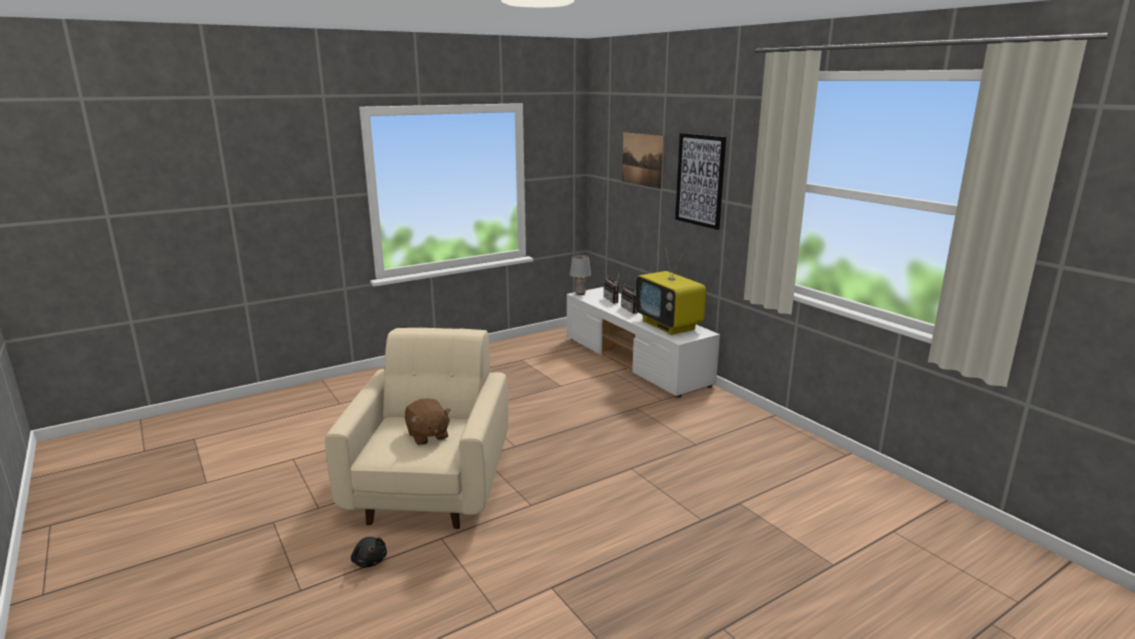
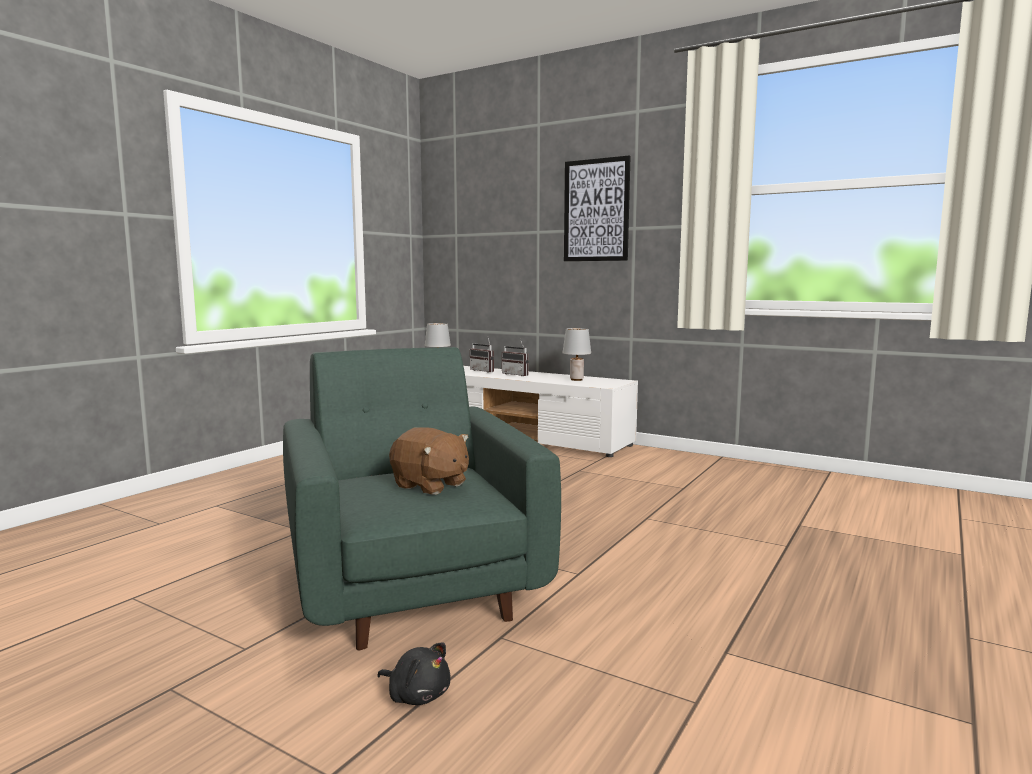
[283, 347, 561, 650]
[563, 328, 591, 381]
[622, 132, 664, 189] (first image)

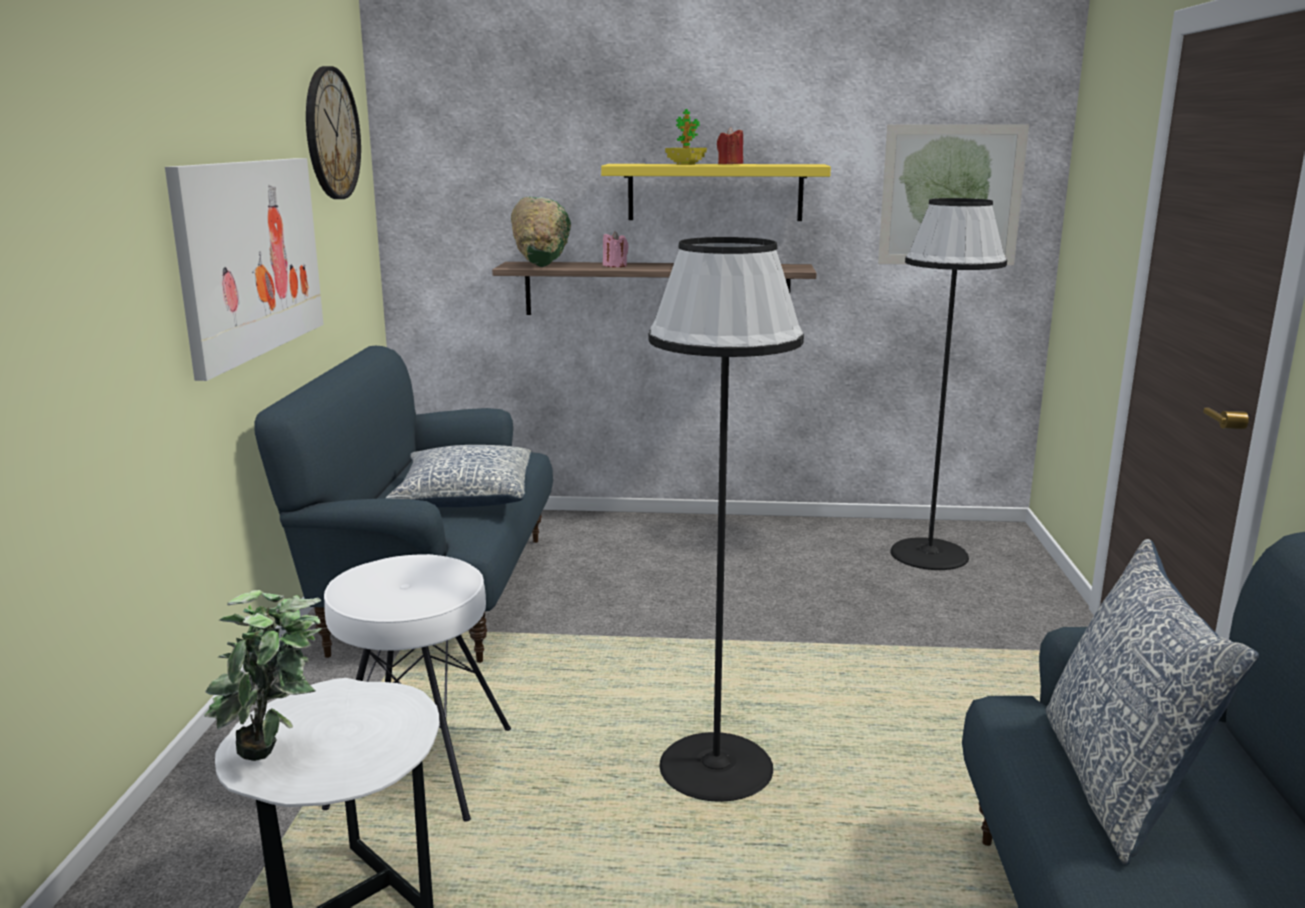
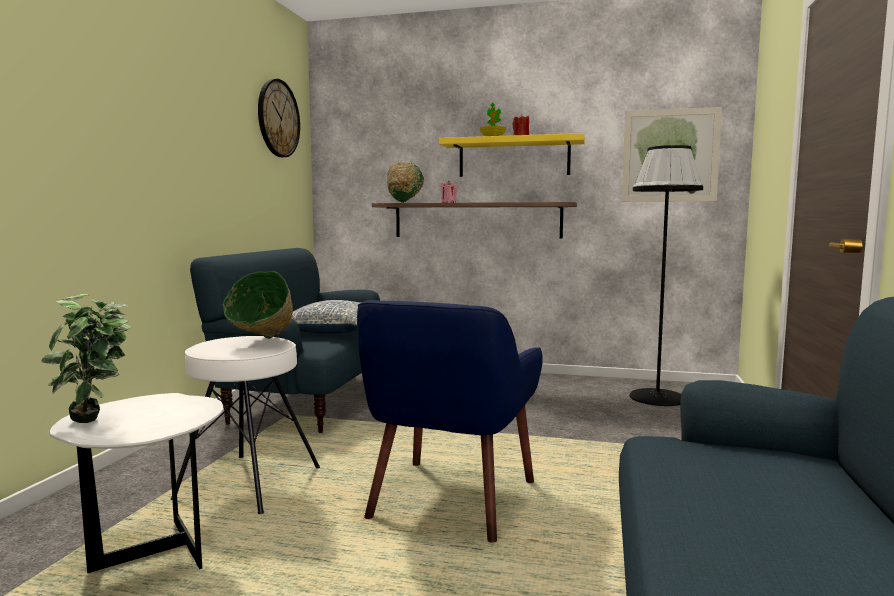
[223, 271, 293, 339]
[357, 300, 543, 543]
[165, 158, 324, 381] (first image)
[1046, 539, 1259, 865] (first image)

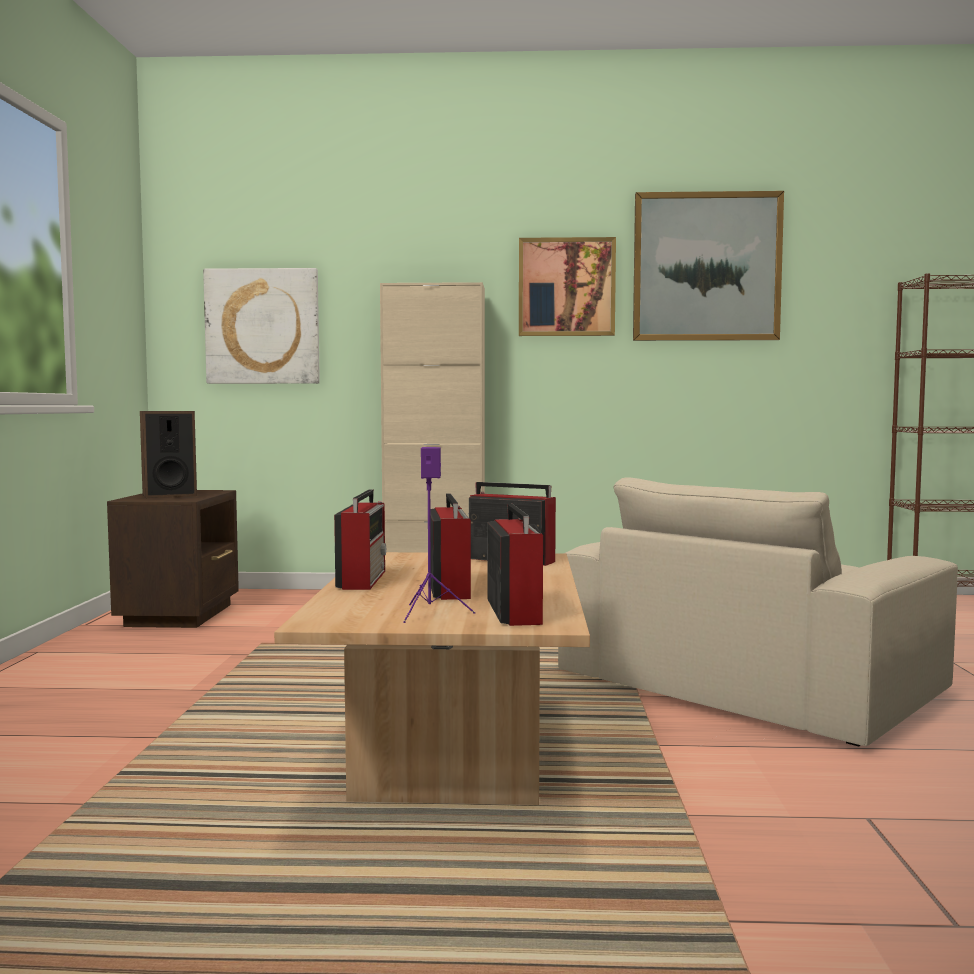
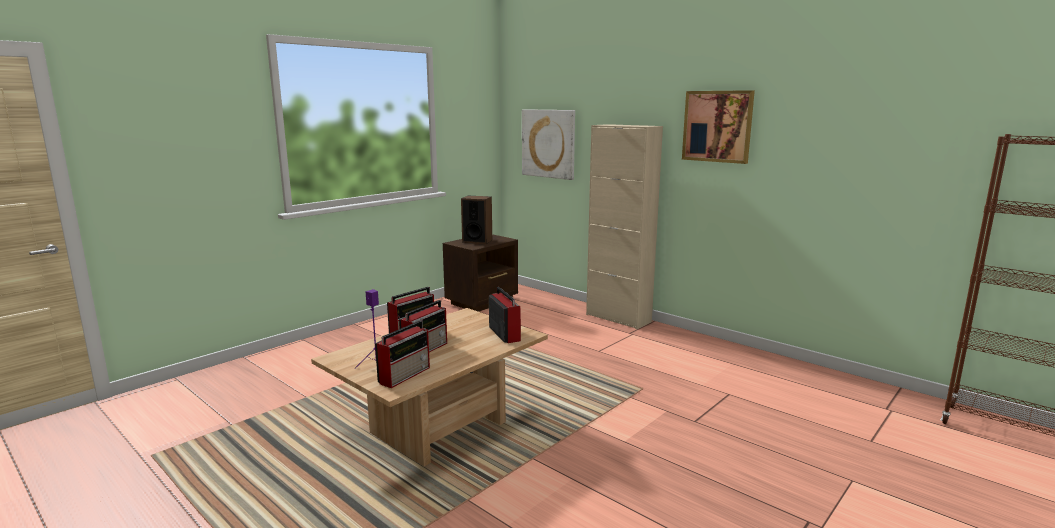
[558, 477, 958, 746] (first image)
[633, 191, 784, 341] (first image)

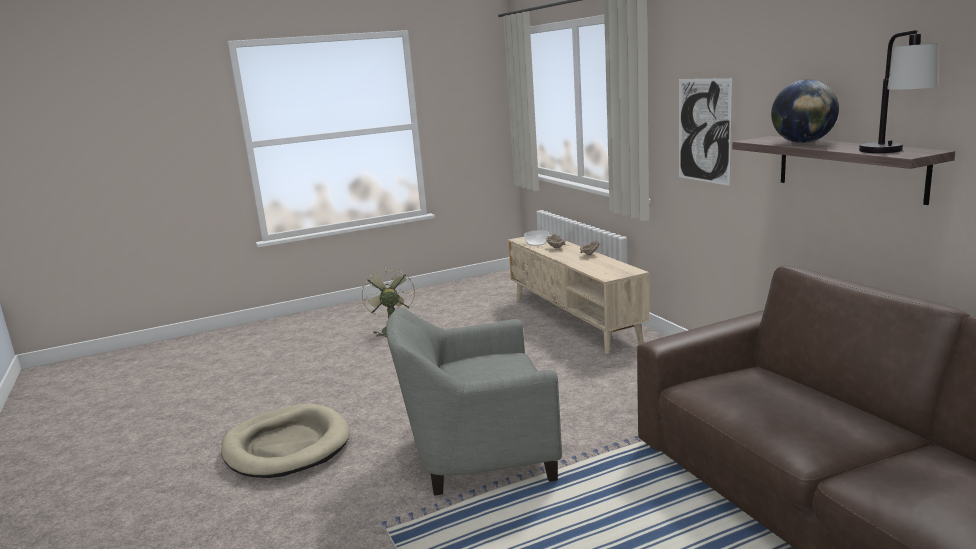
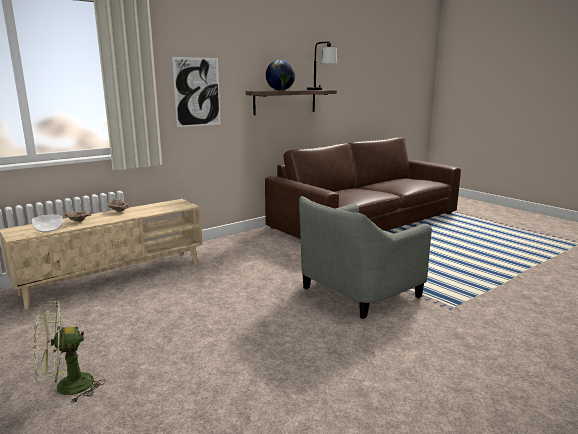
[299, 196, 432, 319]
[221, 404, 350, 478] (first image)

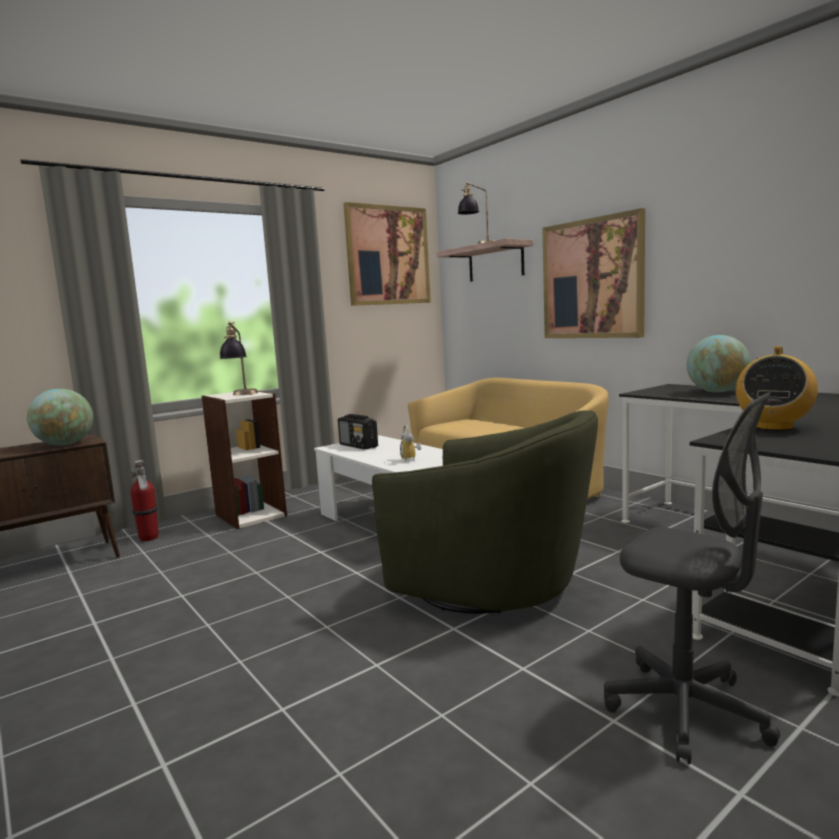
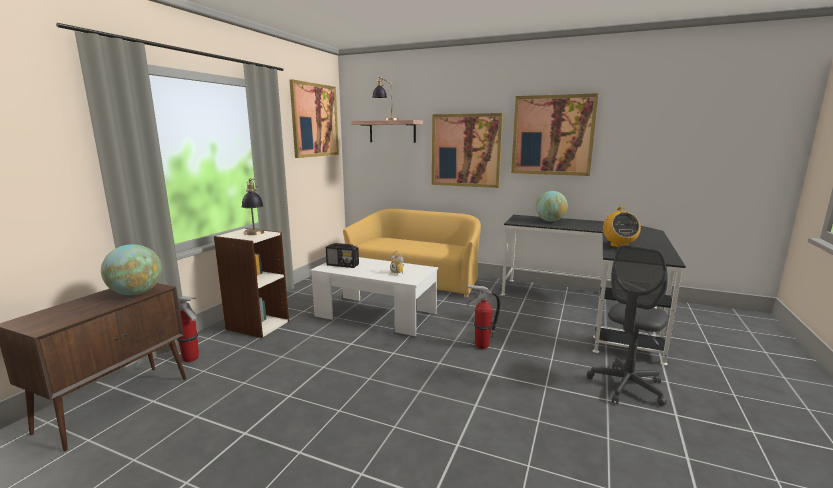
[466, 284, 500, 349]
[511, 93, 598, 176]
[587, 244, 669, 406]

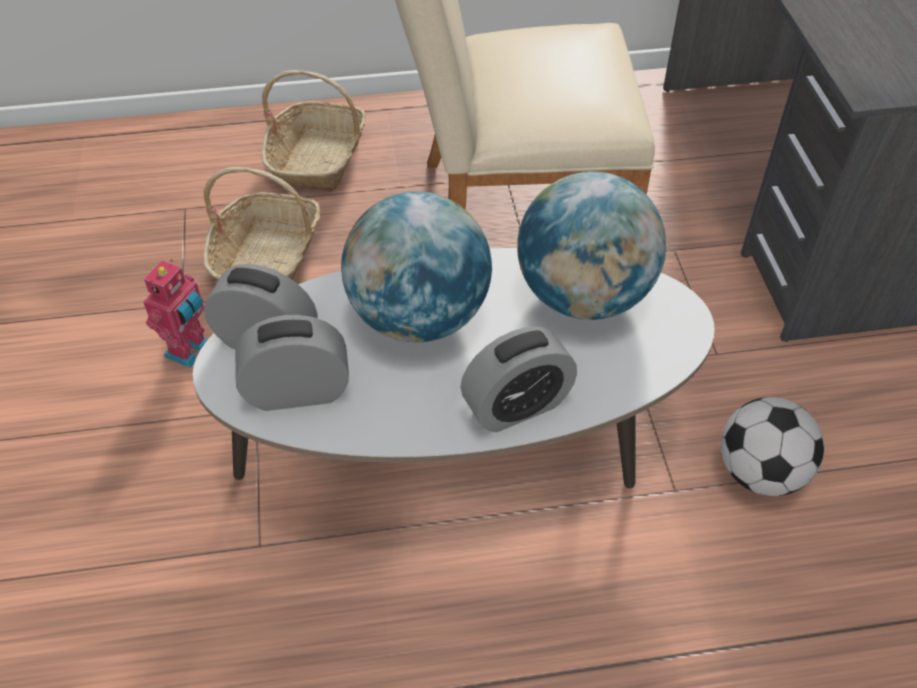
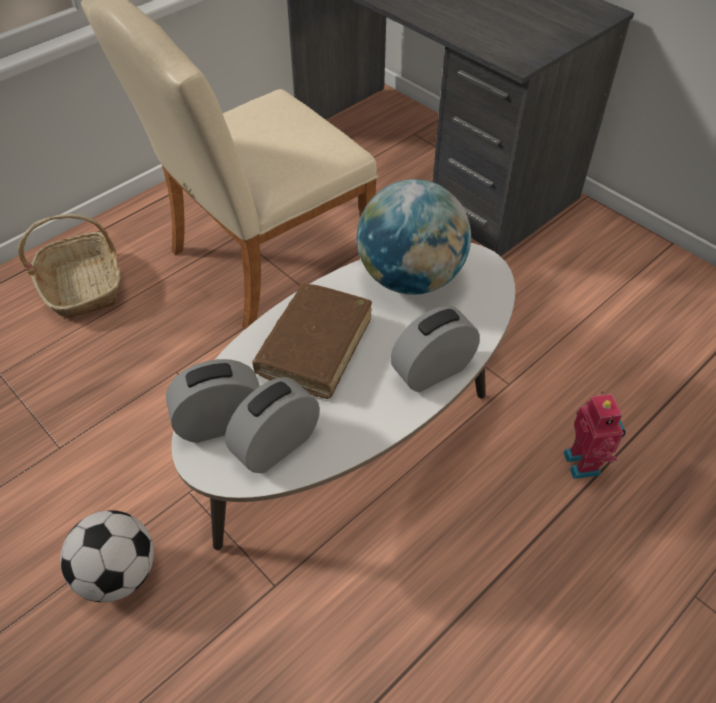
[60, 510, 154, 602]
[252, 284, 372, 399]
[390, 306, 480, 392]
[563, 391, 626, 479]
[203, 167, 320, 280] (first image)

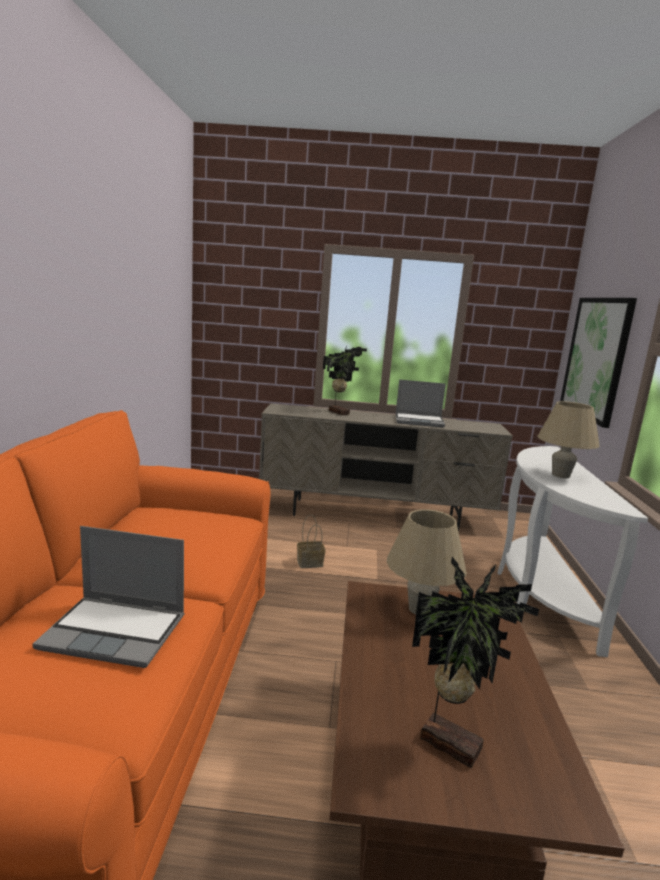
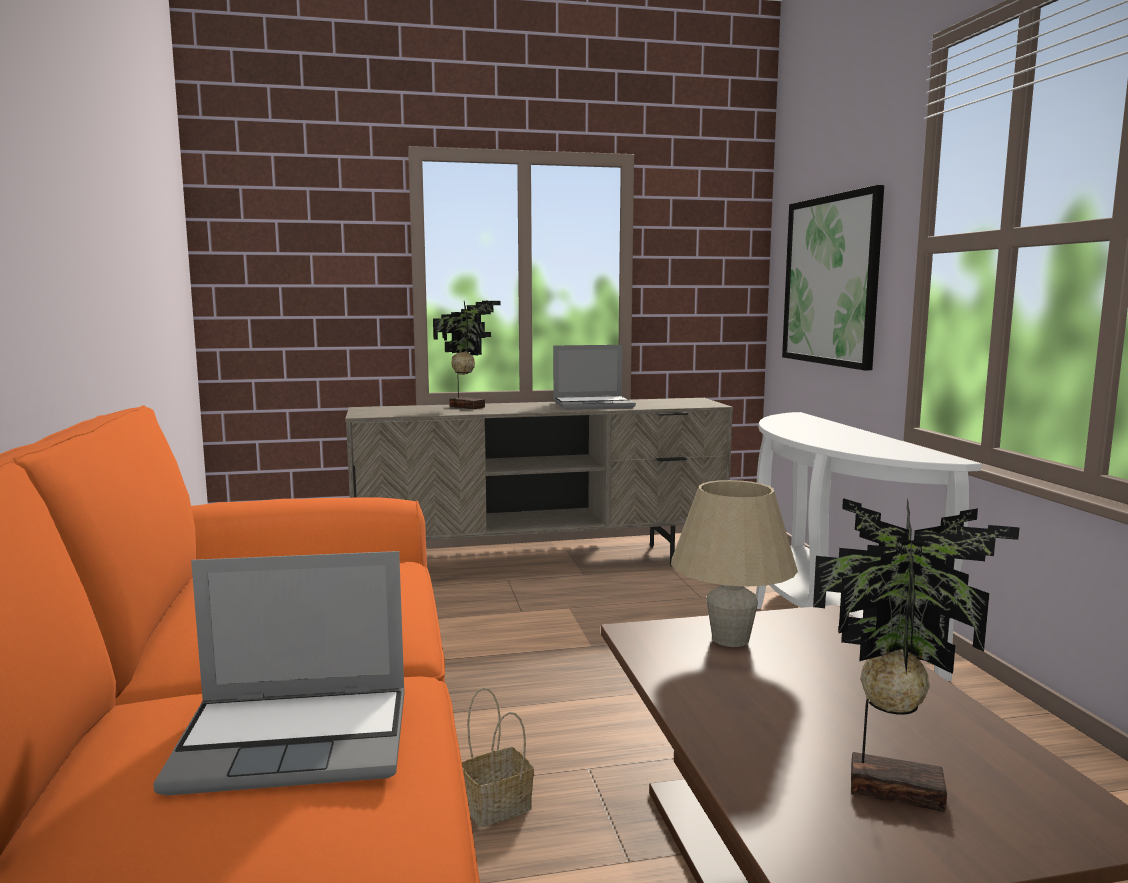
[462, 688, 534, 827]
[537, 401, 600, 478] (first image)

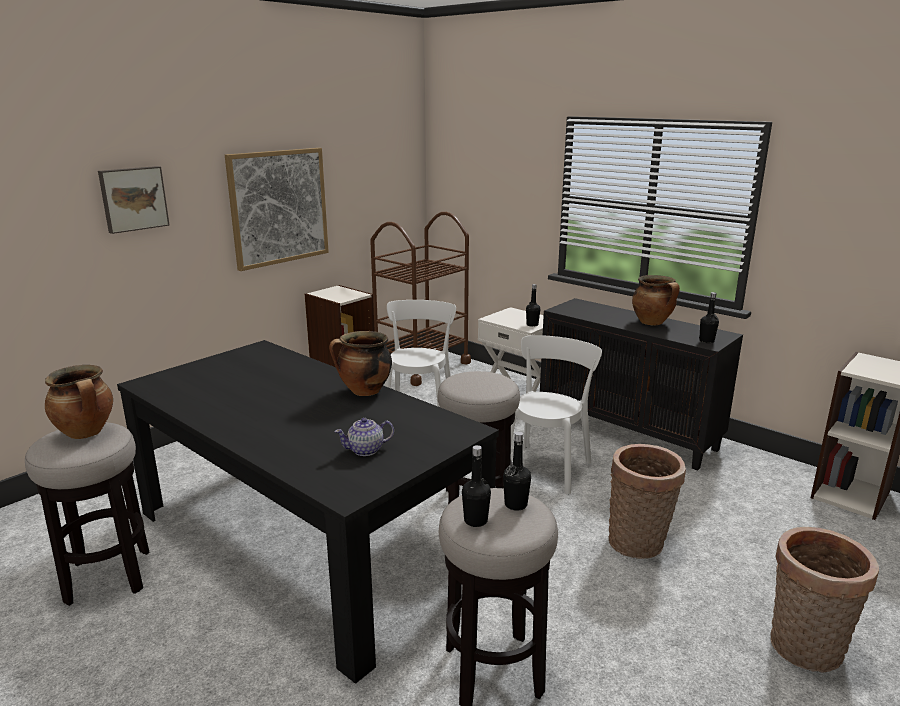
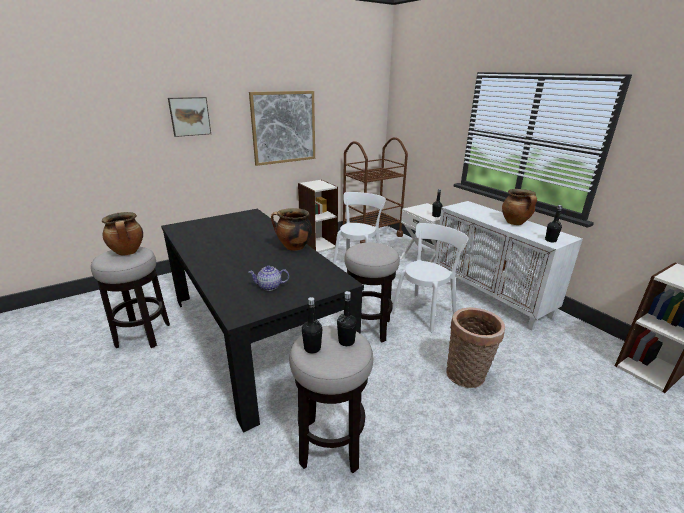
[434, 201, 583, 331]
[771, 527, 879, 673] (first image)

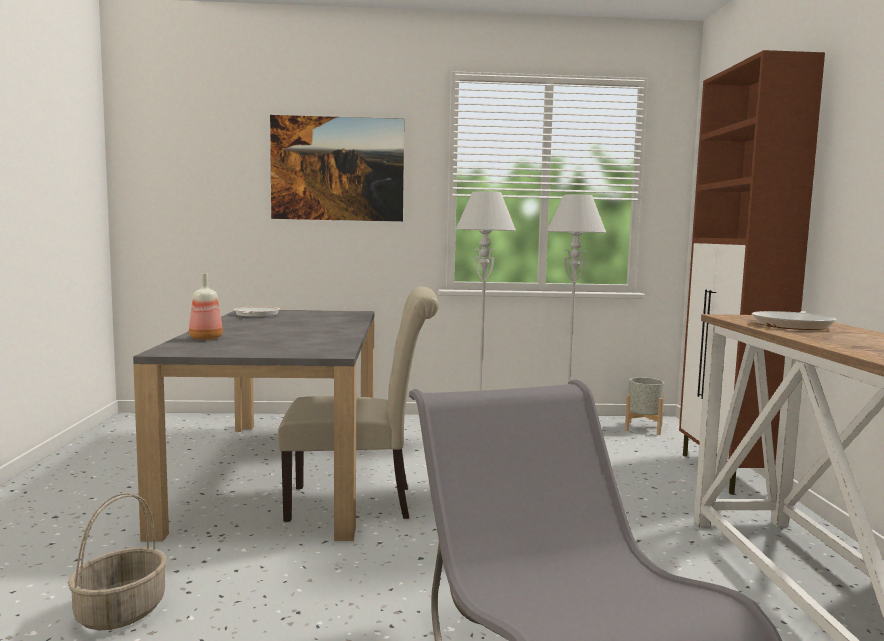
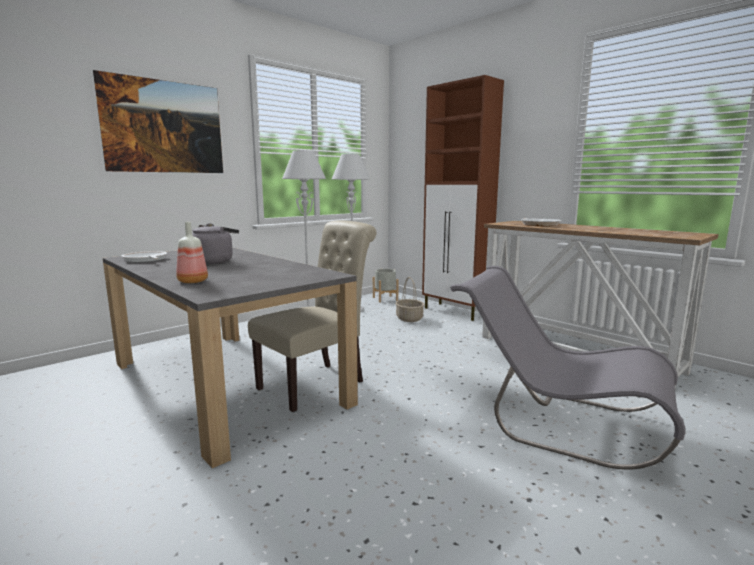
[192, 223, 239, 264]
[395, 277, 424, 322]

